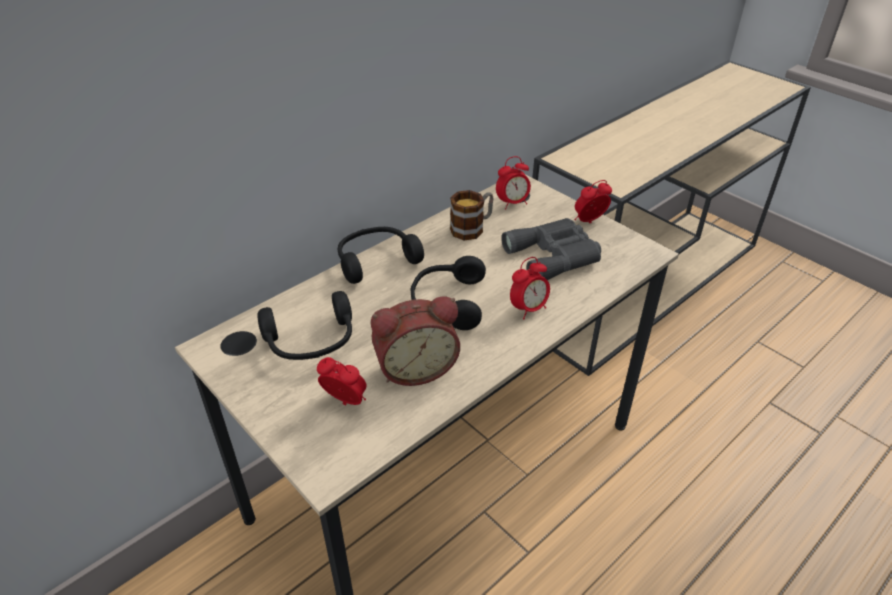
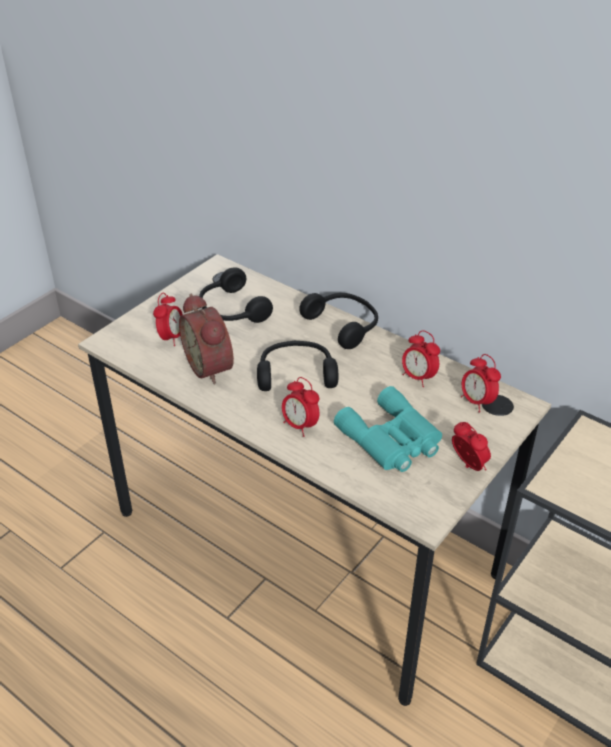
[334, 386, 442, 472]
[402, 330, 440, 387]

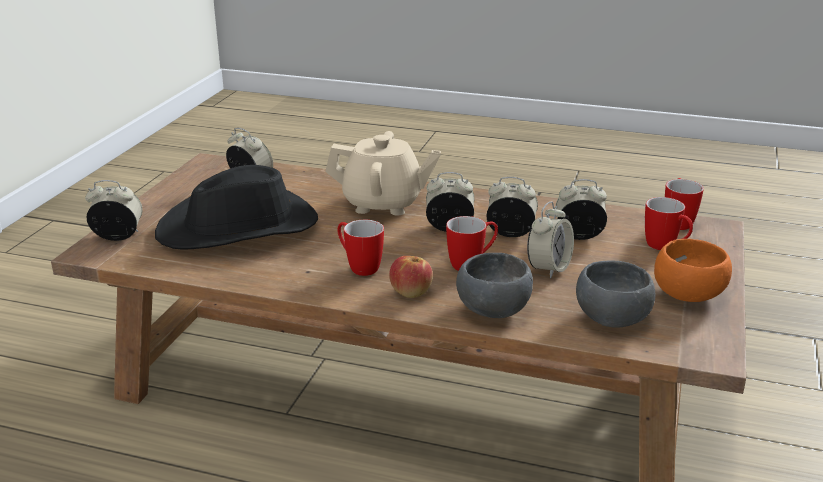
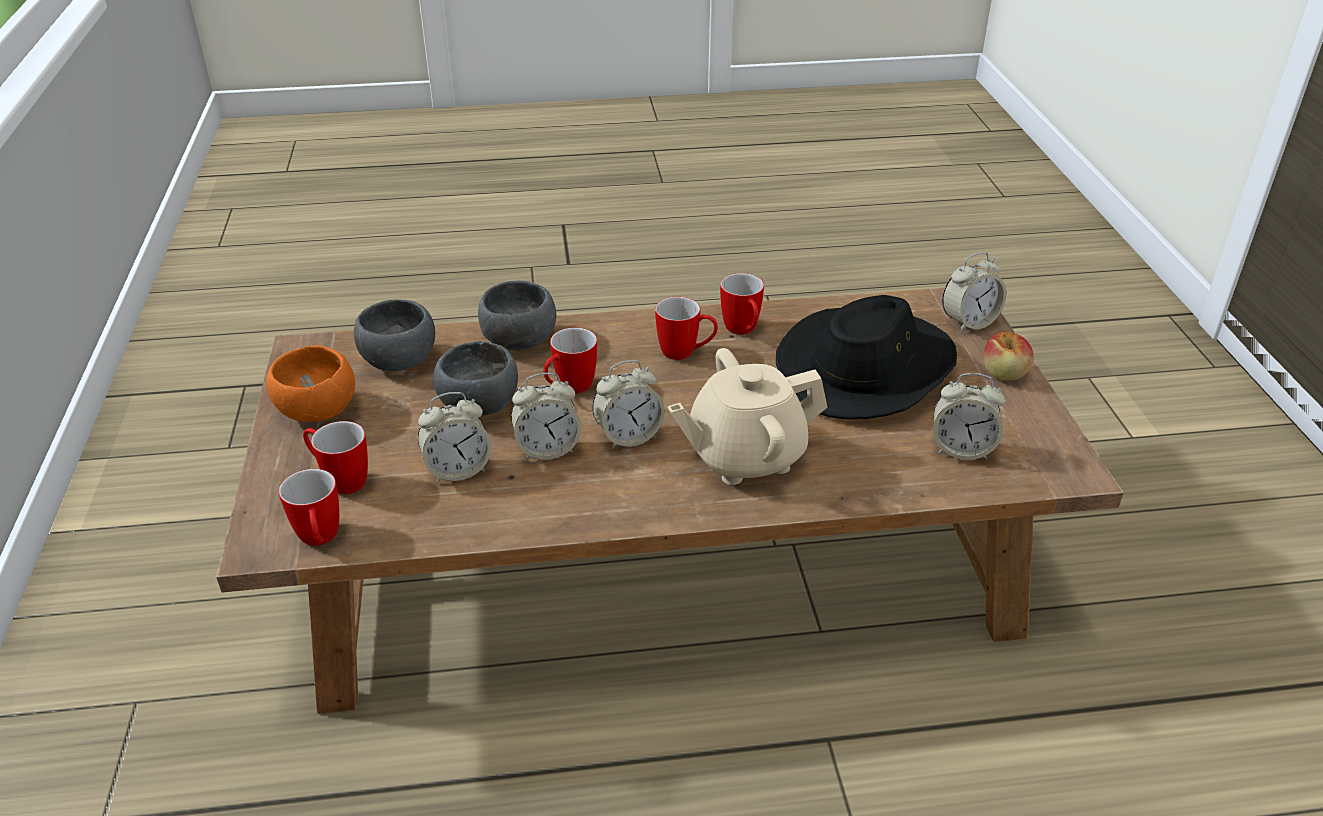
[433, 341, 518, 416]
[720, 273, 764, 335]
[983, 332, 1034, 381]

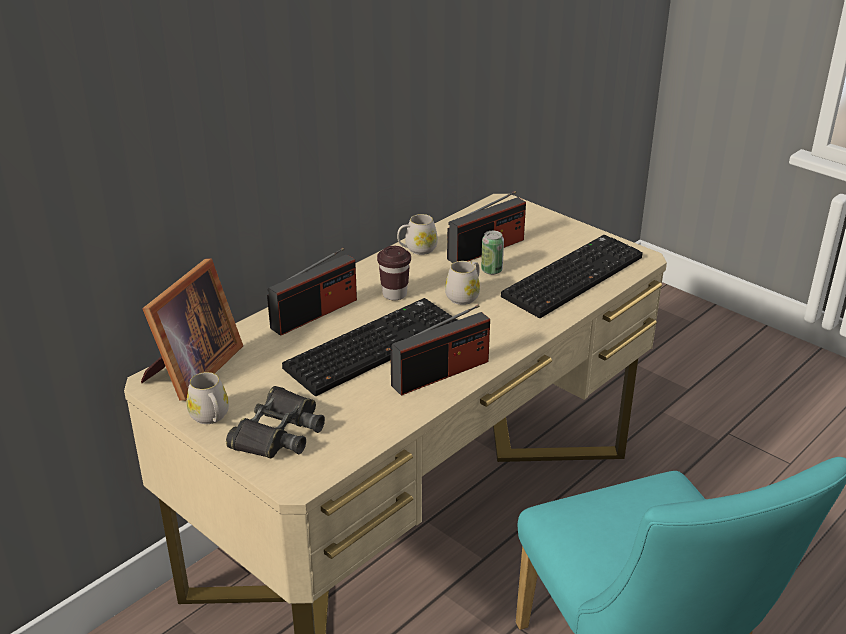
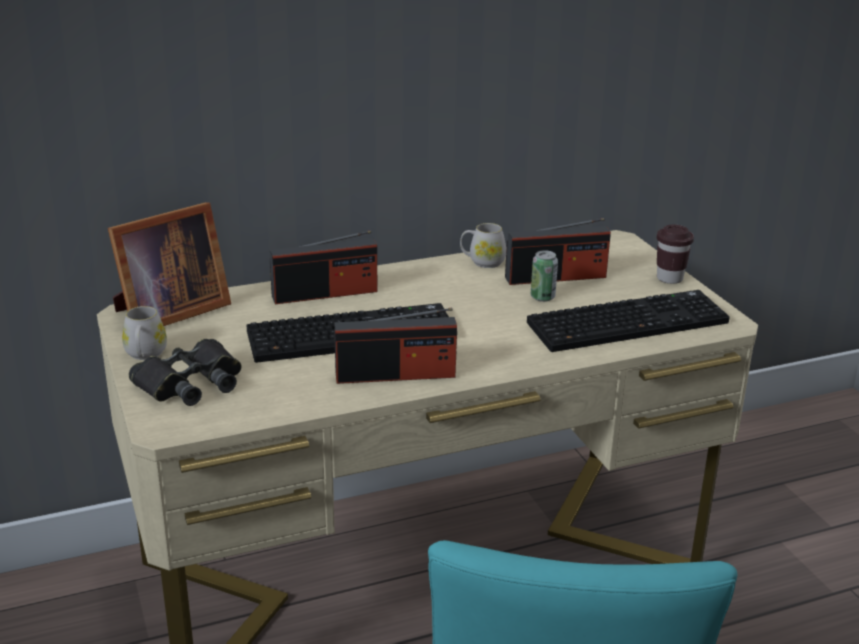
[657, 225, 694, 284]
[445, 261, 480, 305] (first image)

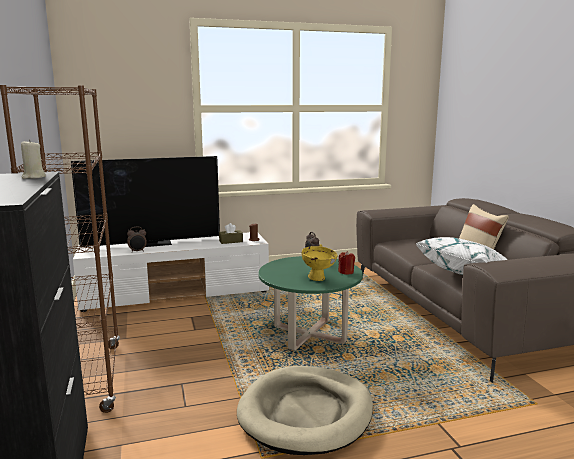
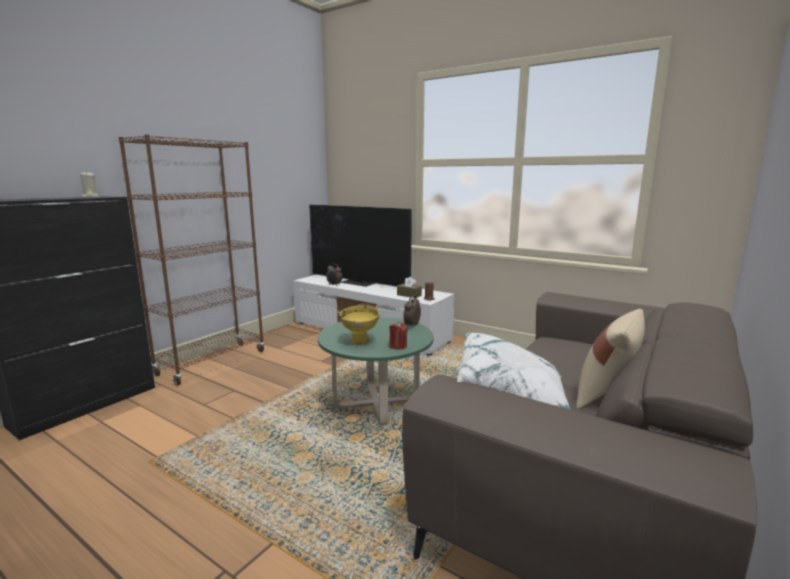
[237, 366, 373, 455] (first image)

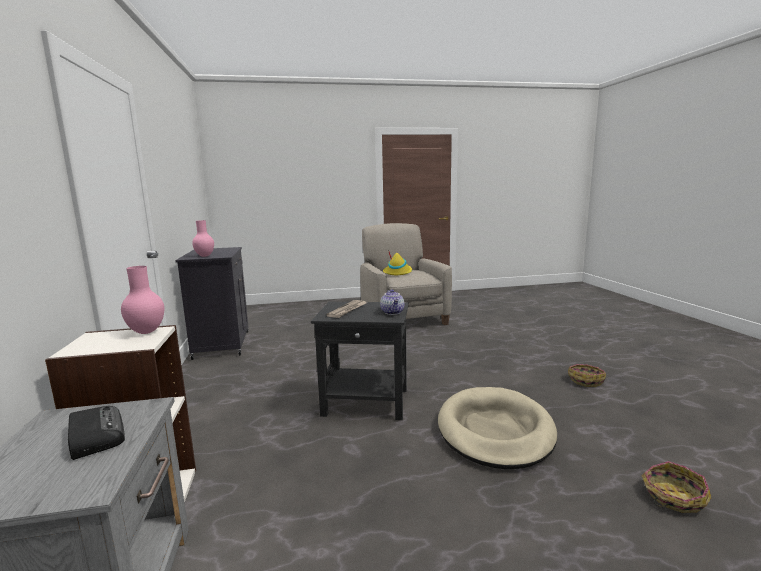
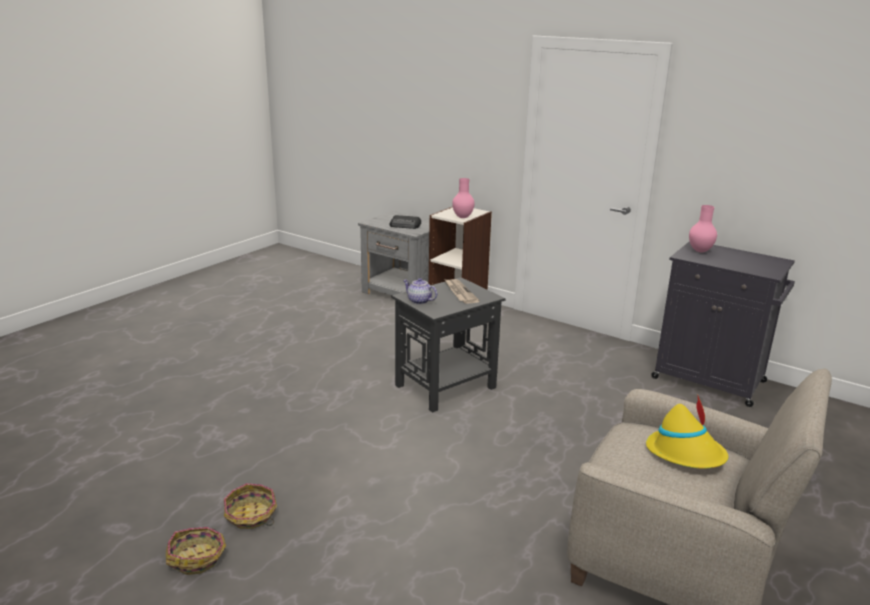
[166, 527, 226, 575]
[438, 387, 557, 469] (first image)

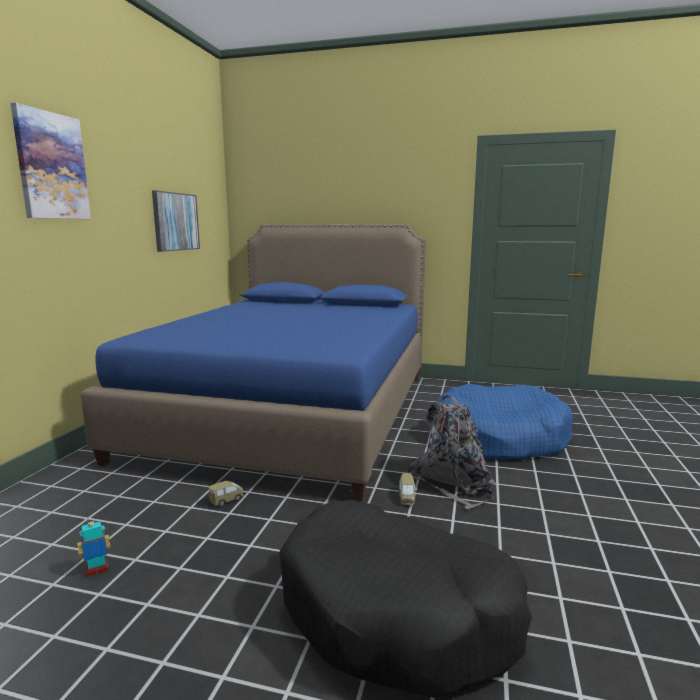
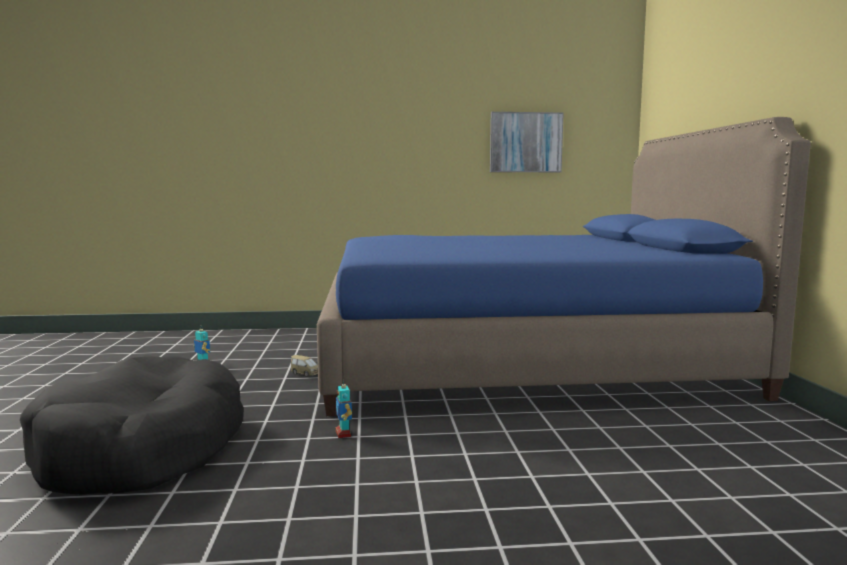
[336, 379, 352, 438]
[10, 103, 91, 219] (first image)
[407, 395, 496, 510] (first image)
[436, 384, 573, 461] (first image)

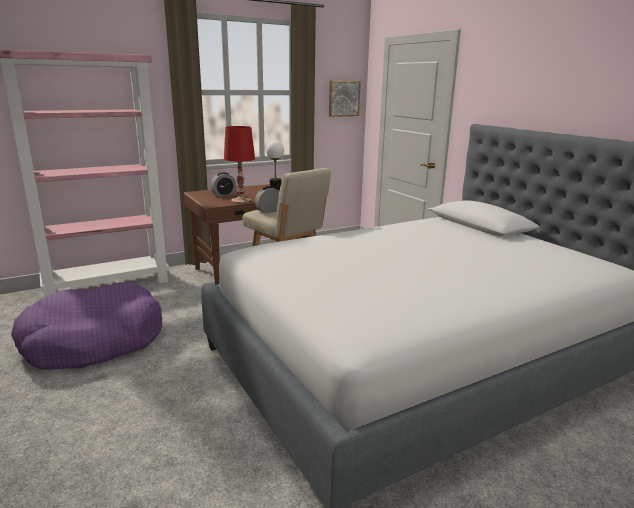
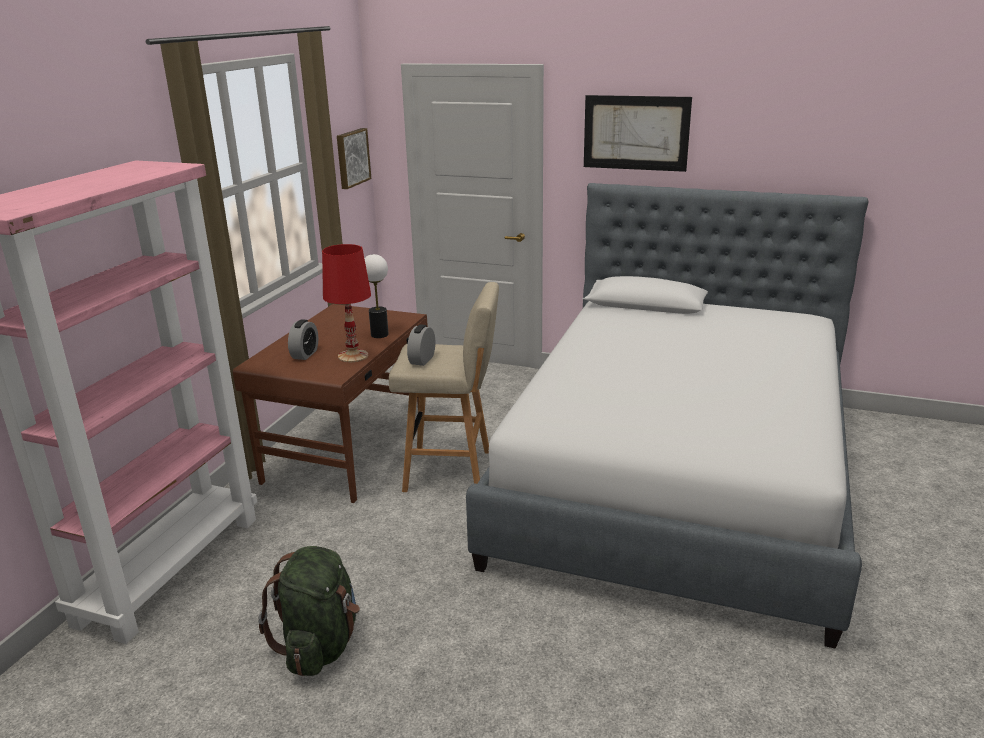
[258, 546, 360, 676]
[584, 95, 692, 172]

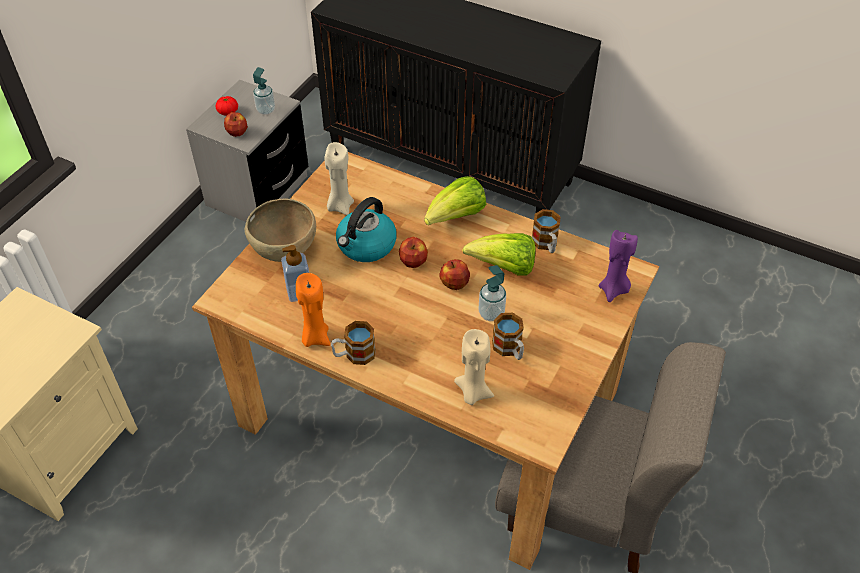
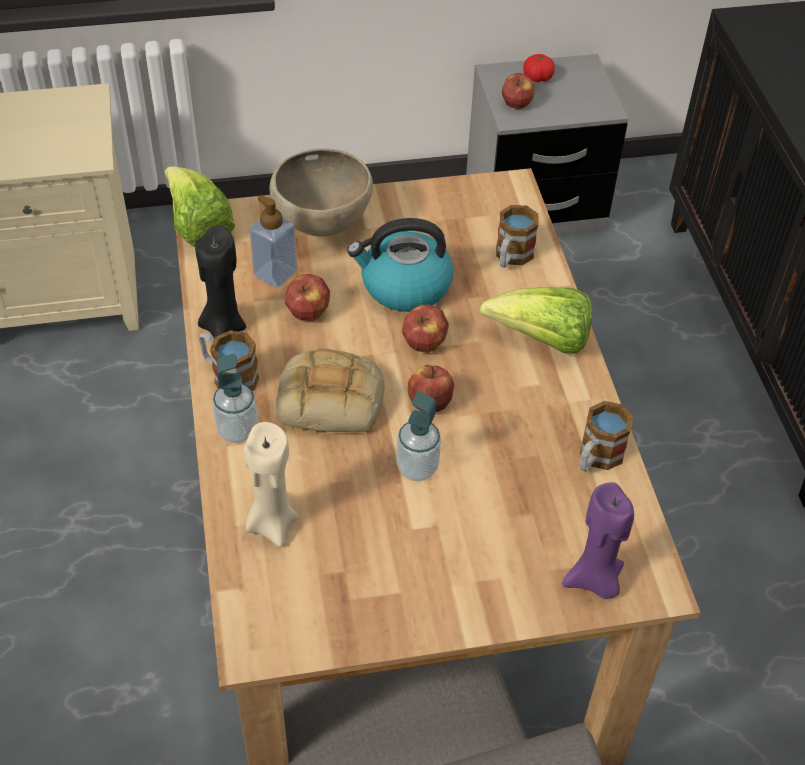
[165, 166, 235, 247]
[195, 225, 246, 338]
[212, 354, 258, 443]
[276, 348, 385, 432]
[285, 274, 330, 321]
[496, 205, 539, 268]
[325, 142, 354, 215] (first image)

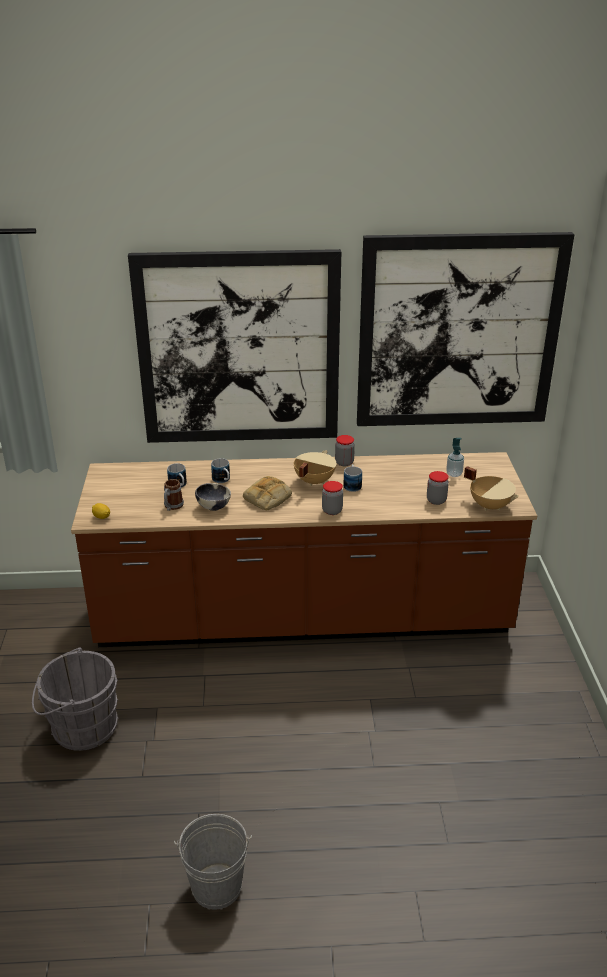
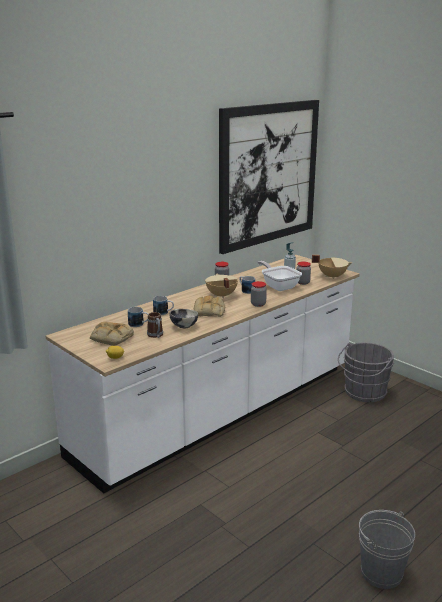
[45, 255, 360, 493]
[90, 322, 134, 346]
[258, 261, 302, 291]
[338, 342, 394, 402]
[128, 249, 341, 443] (first image)

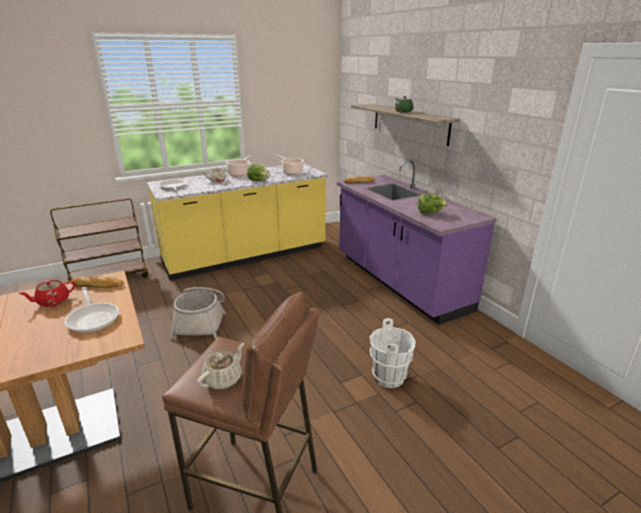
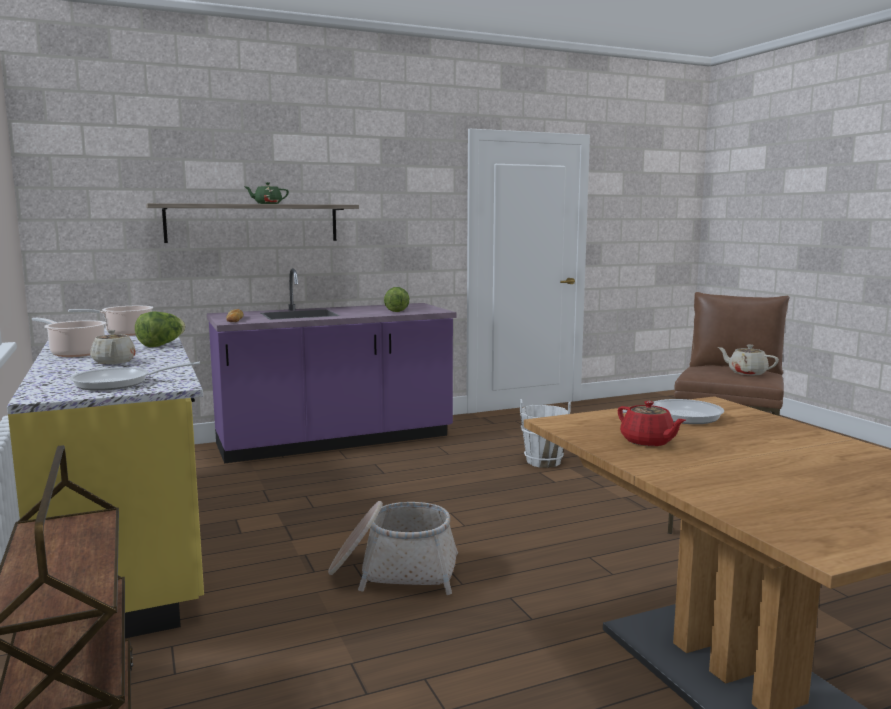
[71, 276, 124, 288] (first image)

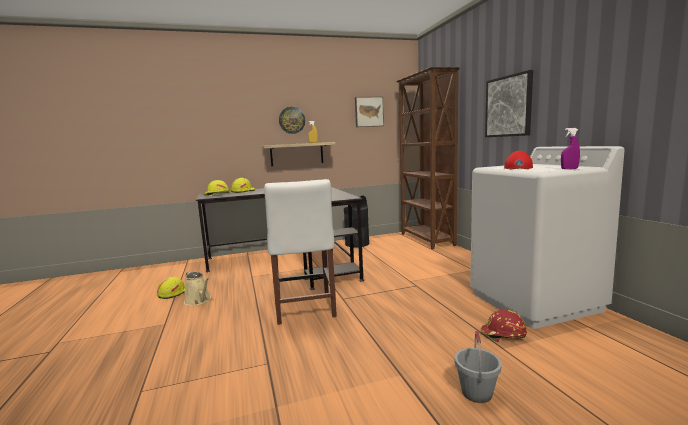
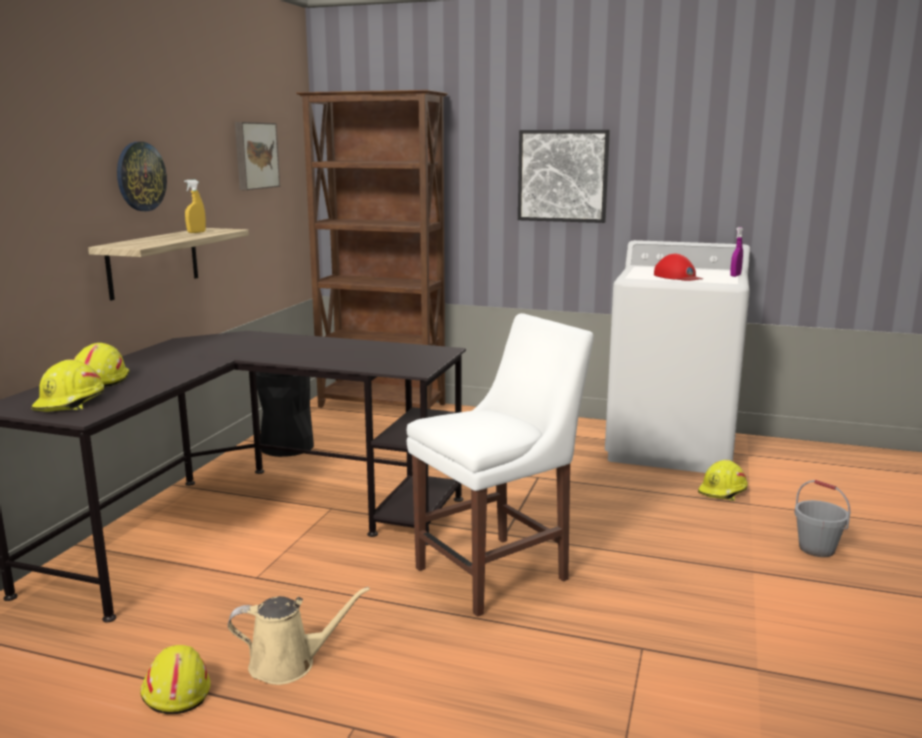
[407, 313, 594, 617]
[698, 460, 748, 501]

